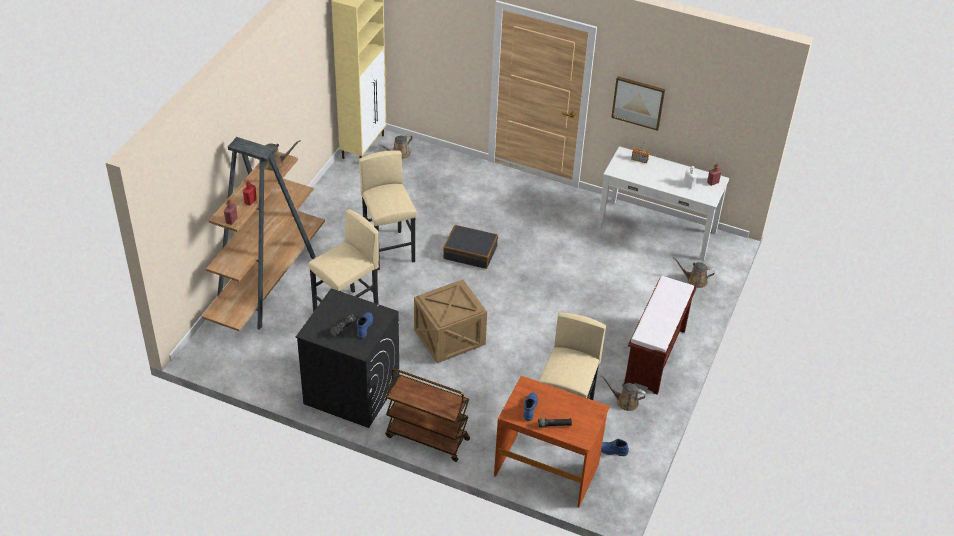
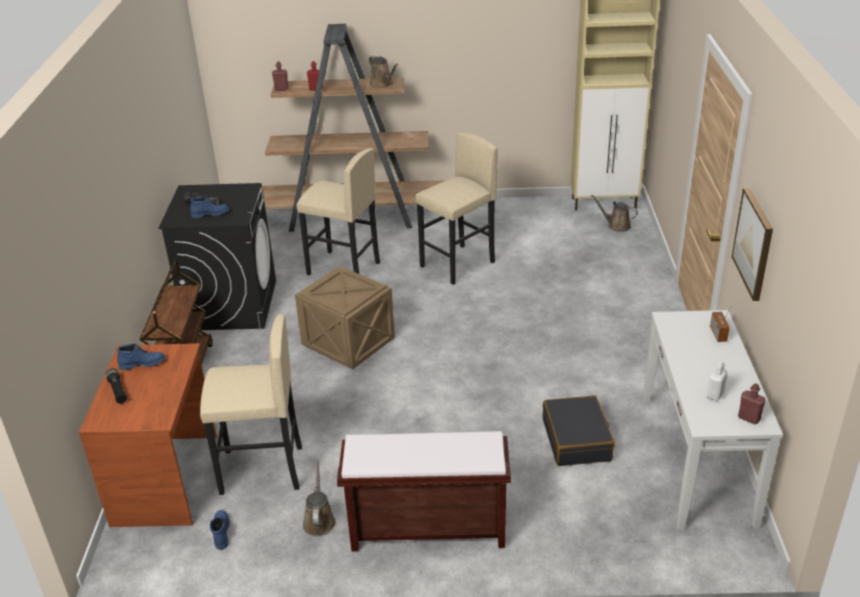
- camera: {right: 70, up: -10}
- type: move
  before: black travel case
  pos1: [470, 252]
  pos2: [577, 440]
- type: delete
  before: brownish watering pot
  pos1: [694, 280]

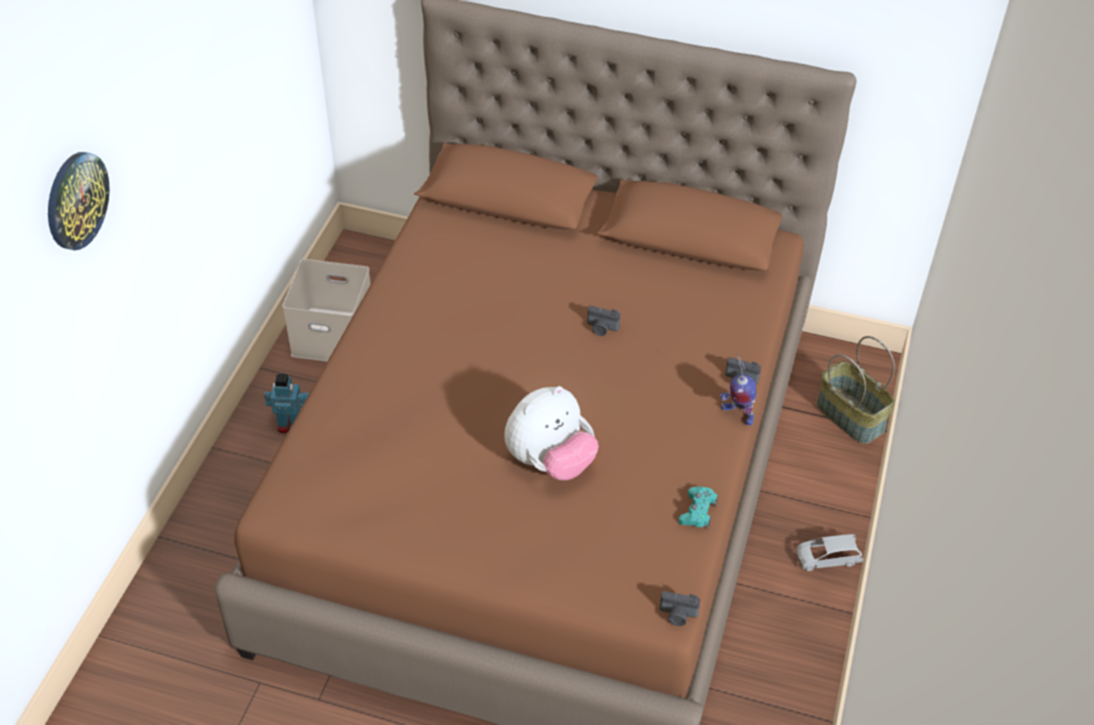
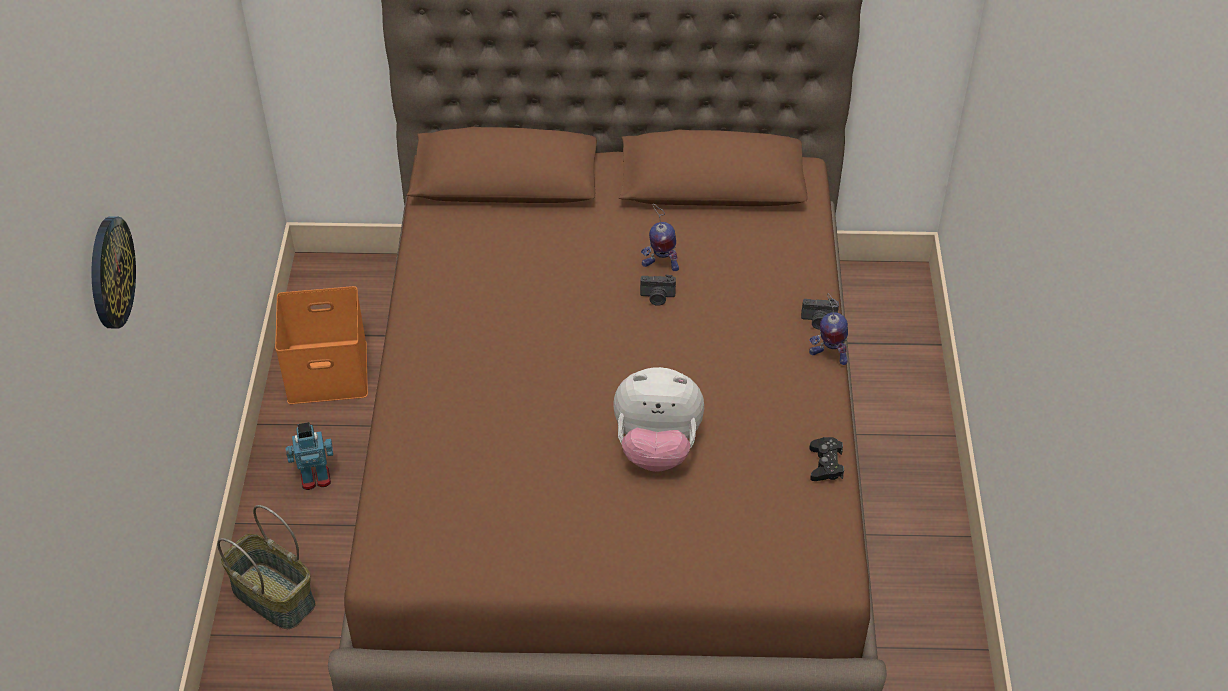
- camera: {right: -15, up: 0}
- type: recolor
  before: white-coloured storage container
  after: orangey storage container
  pos1: [335, 335]
  pos2: [329, 370]
- type: rotate
  before: plush toy
  pos1: [550, 461]
  pos2: [657, 448]
  turn: 60
- type: delete
  before: still camera
  pos1: [677, 615]
- type: recolor
  before: turquoise game controller
  after: black game controller
  pos1: [697, 511]
  pos2: [825, 464]
- type: delete
  before: grey toy car
  pos1: [827, 558]
- type: move
  before: household basket
  pos1: [851, 416]
  pos2: [275, 596]
- type: insert
  after: robot figure
  pos2: [660, 265]

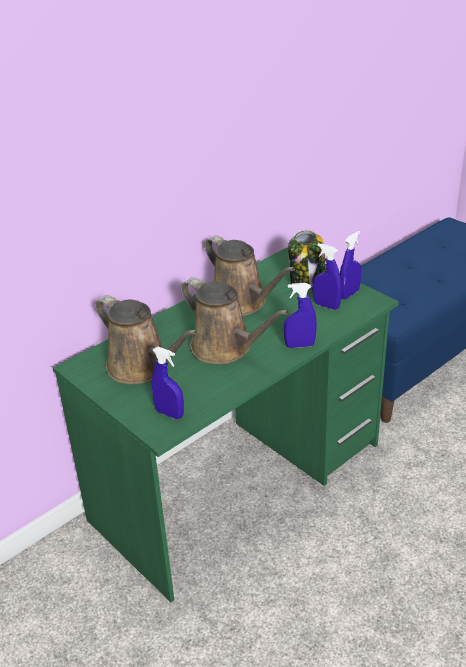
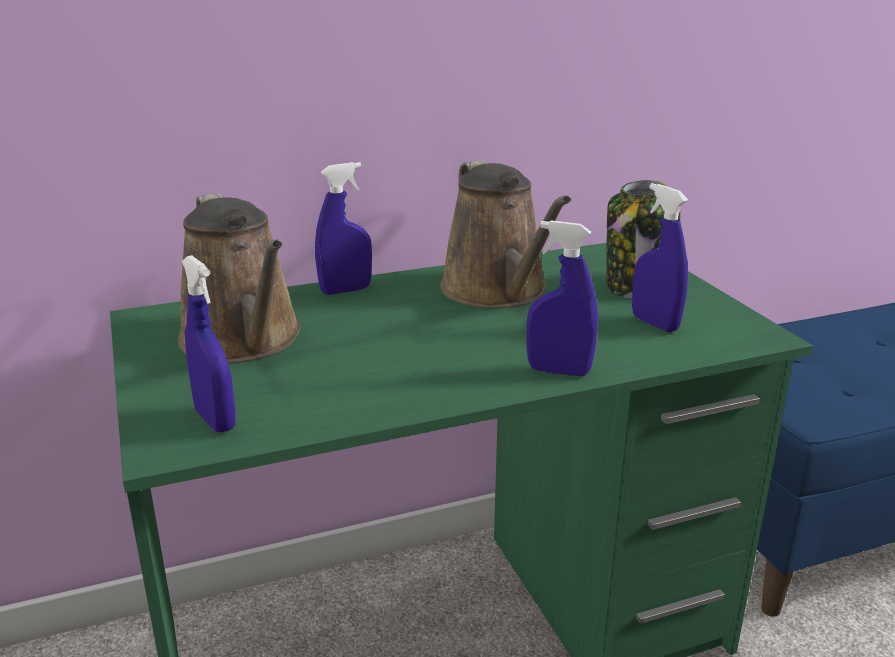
- camera: {right: 20, up: -10}
- type: delete
  before: brownish watering pot
  pos1: [225, 348]
- type: move
  before: bluish spray bottle
  pos1: [349, 294]
  pos2: [345, 290]

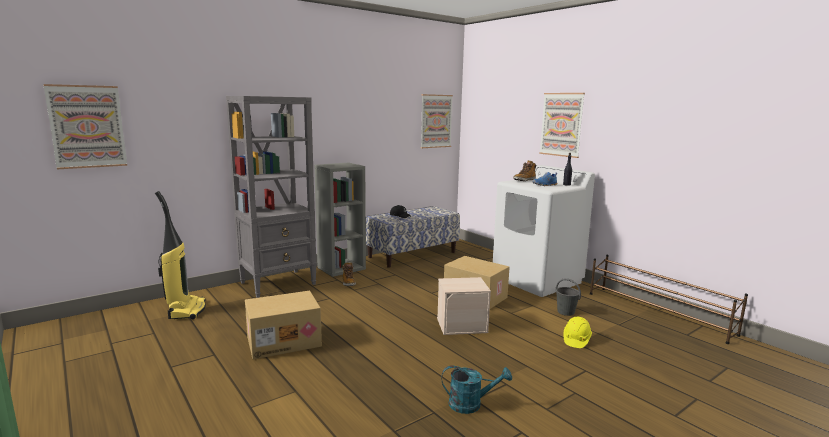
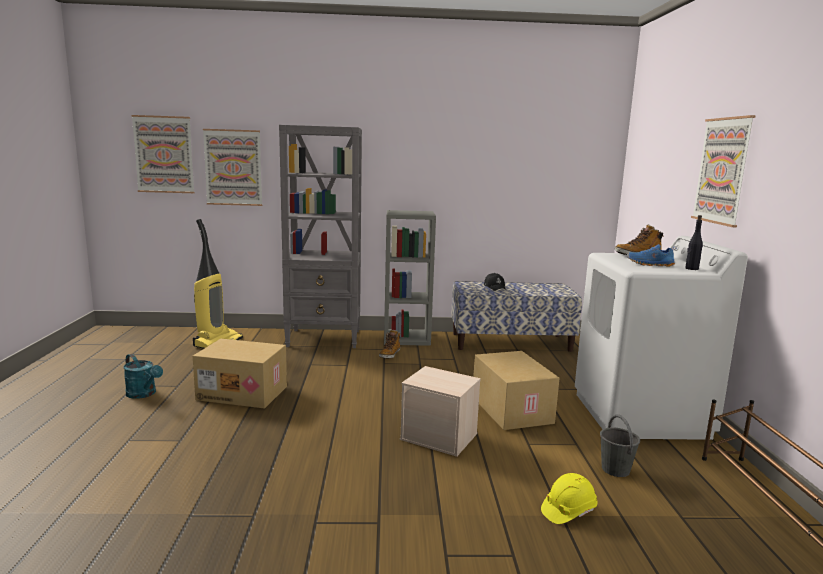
- camera: {right: 35, up: 0}
- type: move
  before: wall picture
  pos1: [436, 121]
  pos2: [233, 167]
- type: move
  before: turquoise watering pot
  pos1: [471, 404]
  pos2: [144, 394]

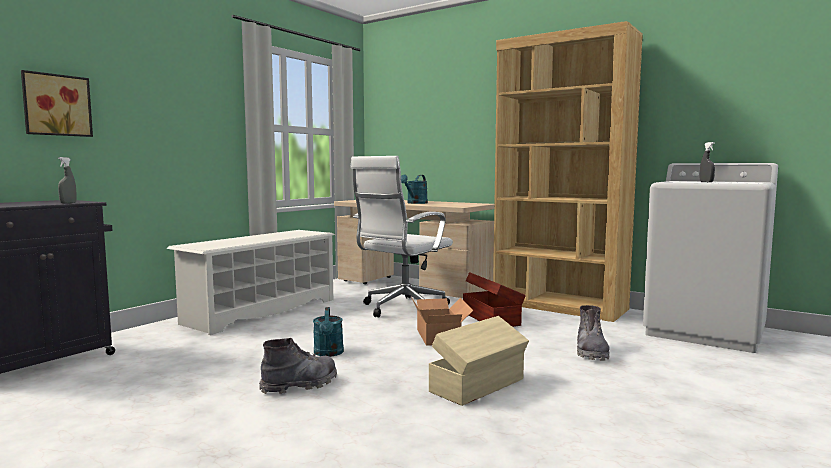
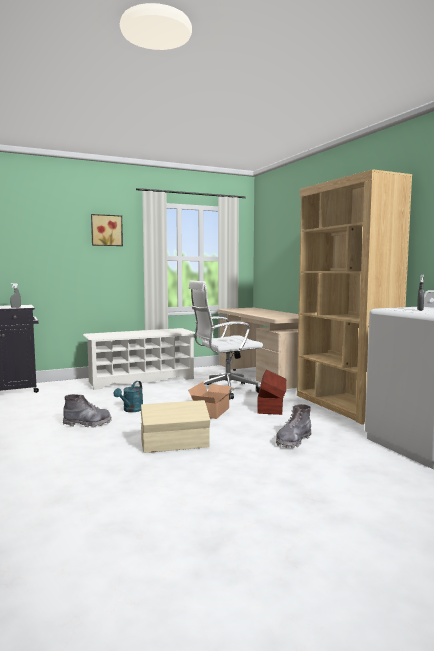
- camera: {right: 30, up: 0}
- type: move
  before: wall picture
  pos1: [56, 105]
  pos2: [106, 230]
- type: delete
  before: turquoise watering pot
  pos1: [415, 203]

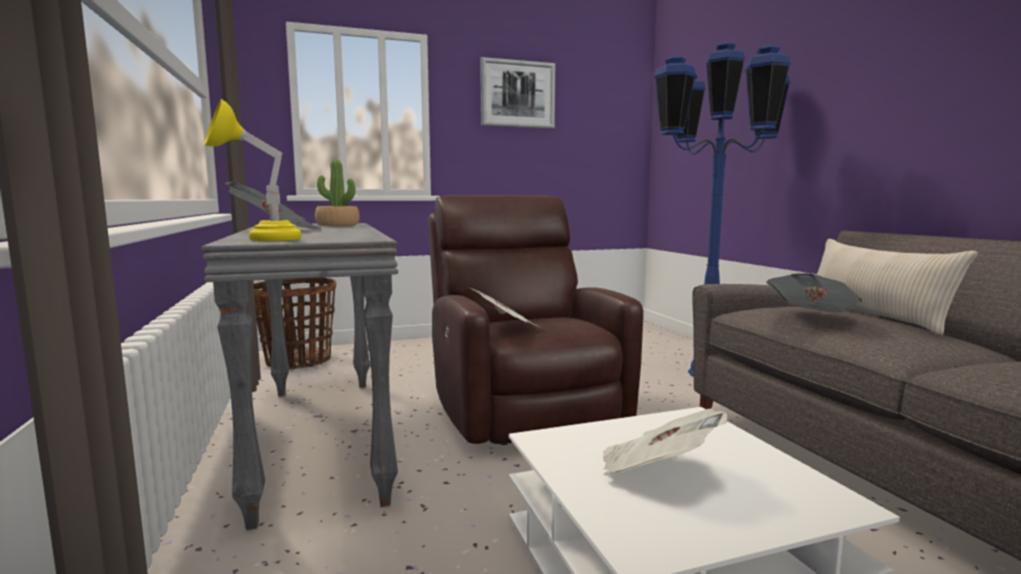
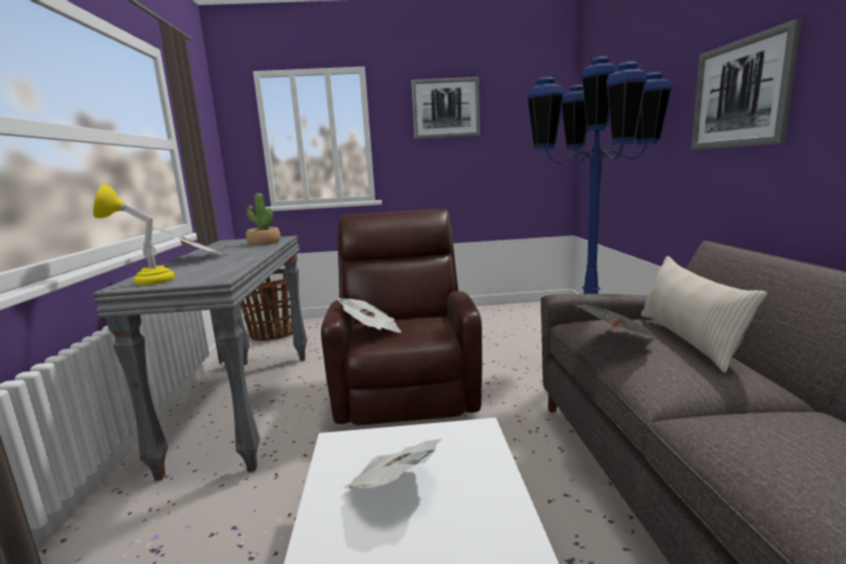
- camera: {right: 15, up: 5}
- type: insert
  after: wall picture
  pos2: [740, 94]

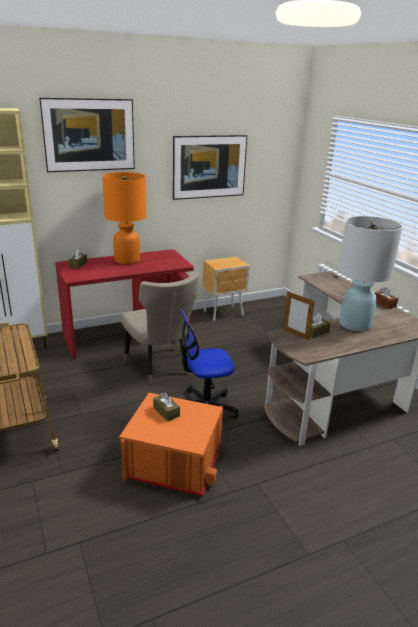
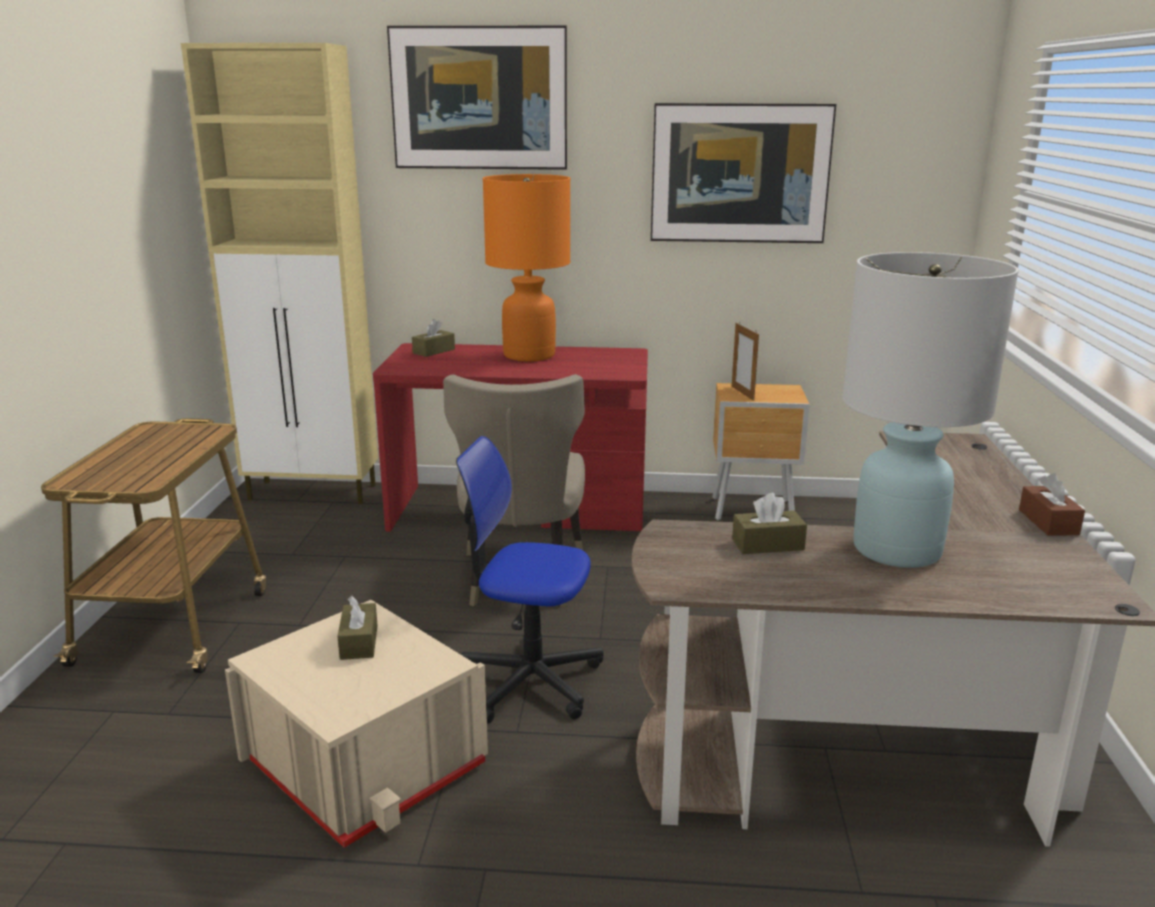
- camera: {right: 30, up: -5}
- type: recolor
  before: orangey storage container
  after: beige-coloured storage container
  pos1: [174, 462]
  pos2: [365, 763]
- type: move
  before: picture frame
  pos1: [295, 334]
  pos2: [742, 393]

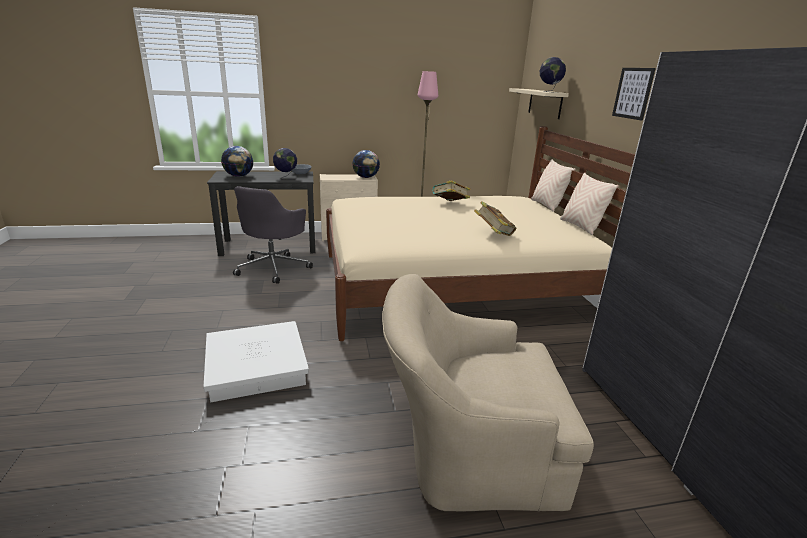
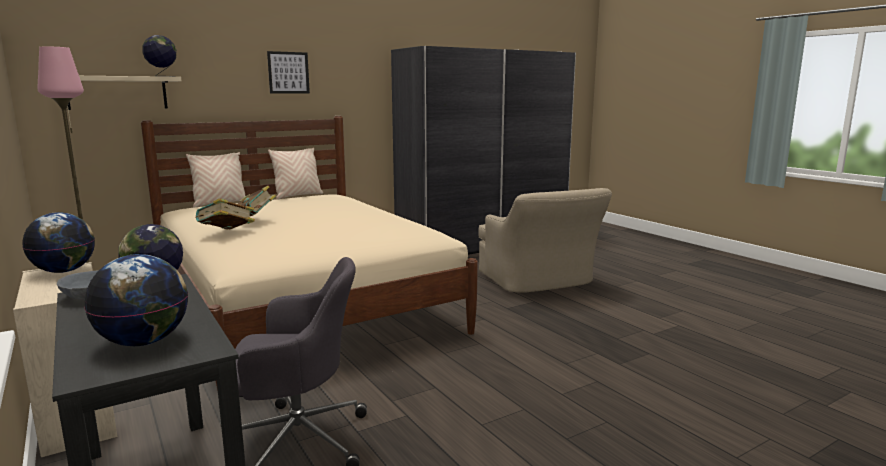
- camera: {right: -110, up: -10}
- type: delete
  before: white-coloured storage container
  pos1: [257, 366]
- type: move
  before: volume
  pos1: [493, 234]
  pos2: [226, 233]

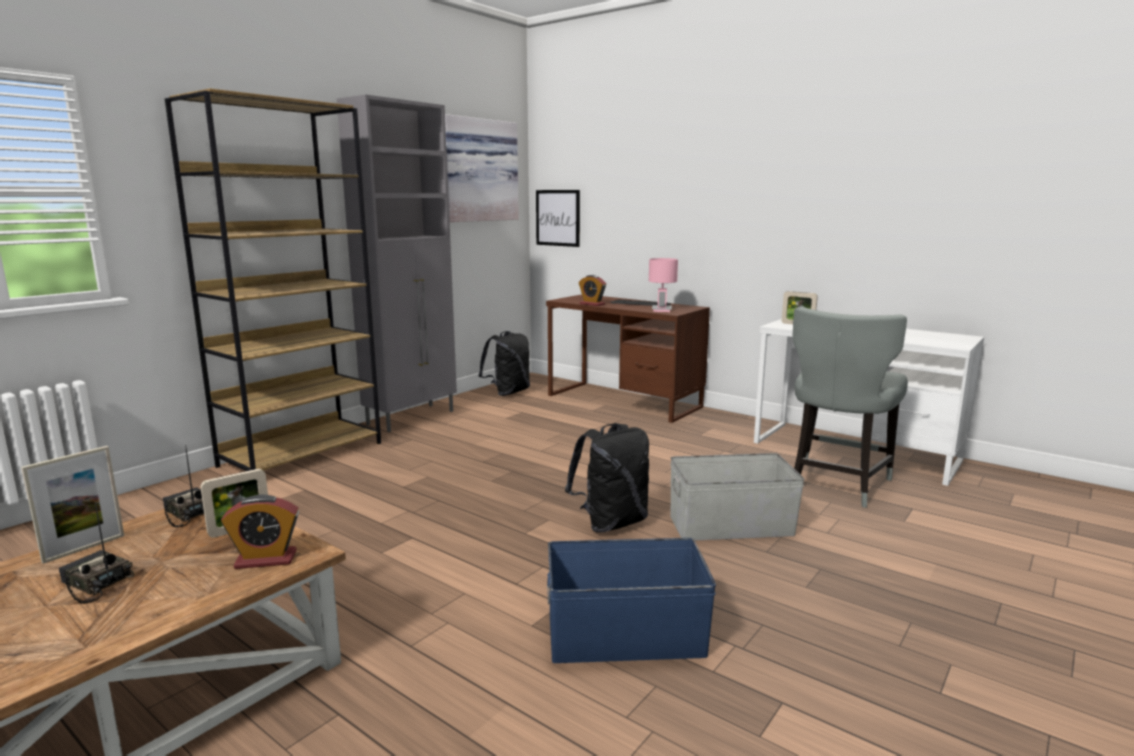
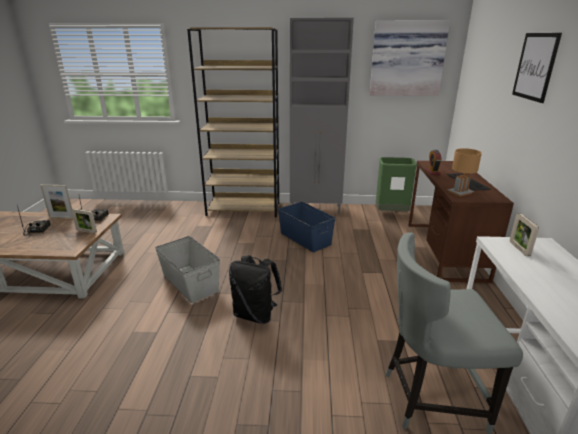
- camera: {right: 55, up: 10}
- type: delete
  before: bedside clock
  pos1: [266, 559]
- type: replace
  before: black backpack
  after: green-coloured rubbish bin
  pos1: [508, 392]
  pos2: [391, 214]
- type: move
  before: wall picture
  pos1: [558, 218]
  pos2: [535, 66]
- type: move
  before: bluish storage container
  pos1: [624, 637]
  pos2: [305, 238]
- type: recolor
  before: pink-coloured tabletop lamp
  after: brownish tabletop lamp
  pos1: [662, 310]
  pos2: [460, 193]
- type: move
  before: grey storage container
  pos1: [732, 526]
  pos2: [190, 283]

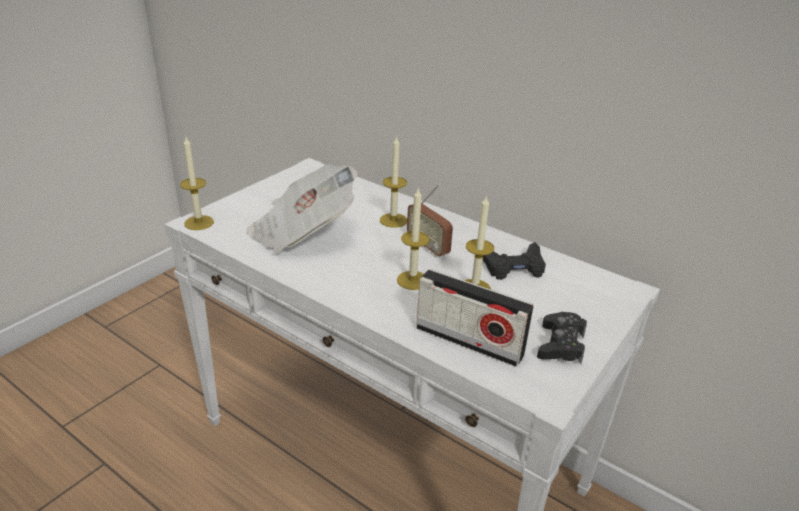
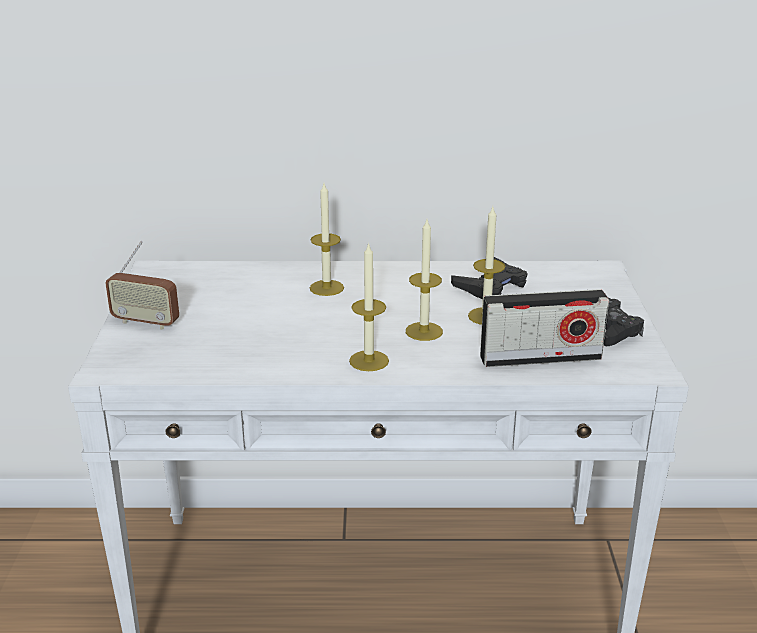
- camera: {right: -35, up: -5}
- type: move
  before: wax light
  pos1: [199, 222]
  pos2: [369, 361]
- type: delete
  before: printed paper
  pos1: [302, 232]
- type: move
  before: radio set
  pos1: [428, 247]
  pos2: [146, 322]

